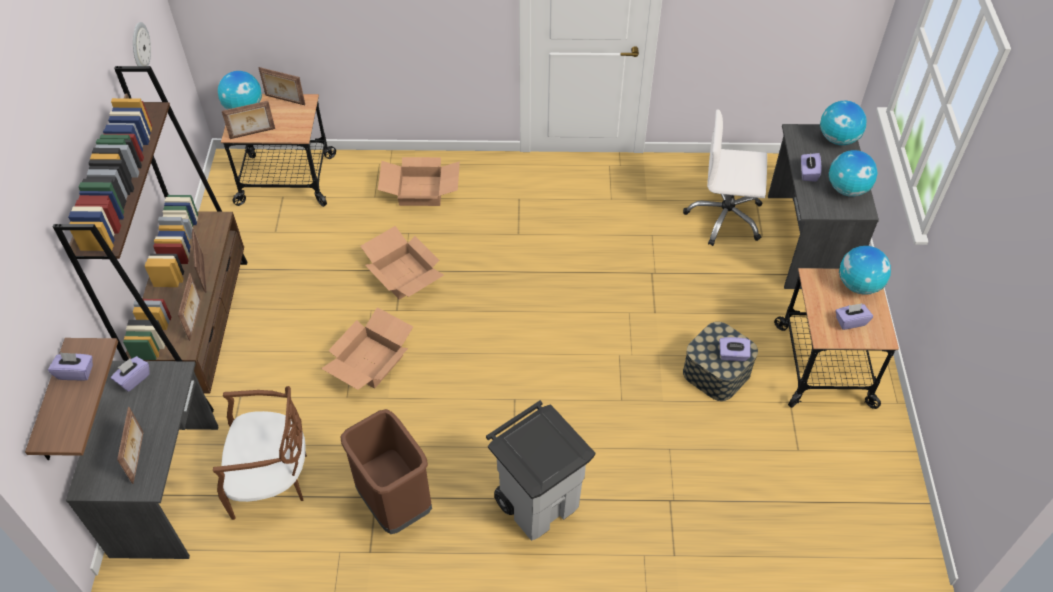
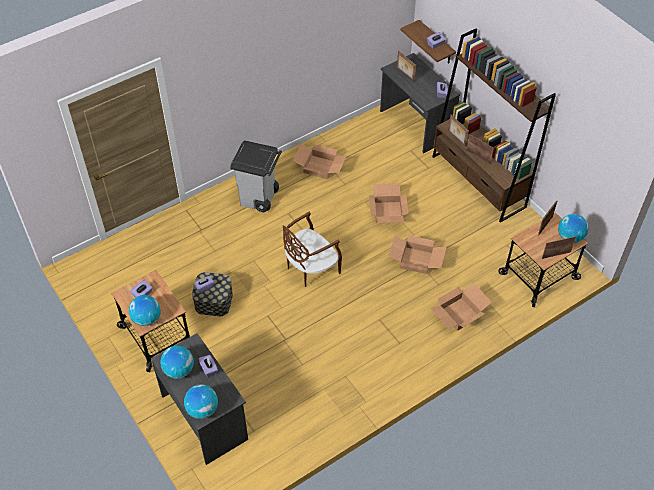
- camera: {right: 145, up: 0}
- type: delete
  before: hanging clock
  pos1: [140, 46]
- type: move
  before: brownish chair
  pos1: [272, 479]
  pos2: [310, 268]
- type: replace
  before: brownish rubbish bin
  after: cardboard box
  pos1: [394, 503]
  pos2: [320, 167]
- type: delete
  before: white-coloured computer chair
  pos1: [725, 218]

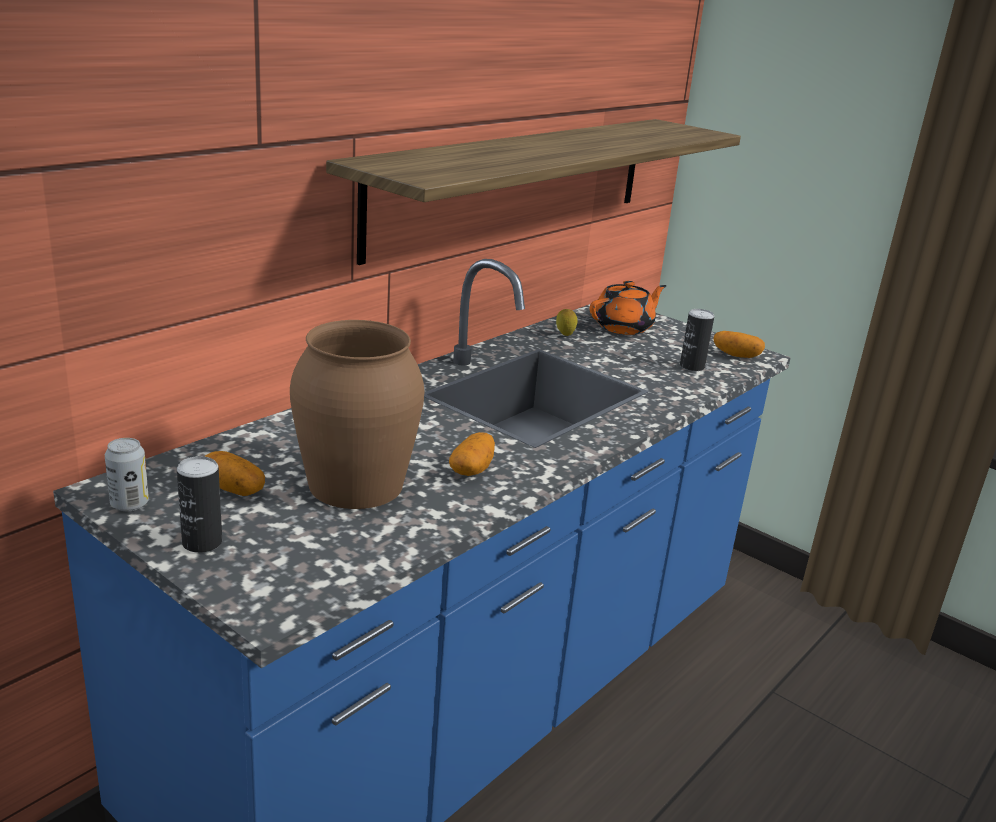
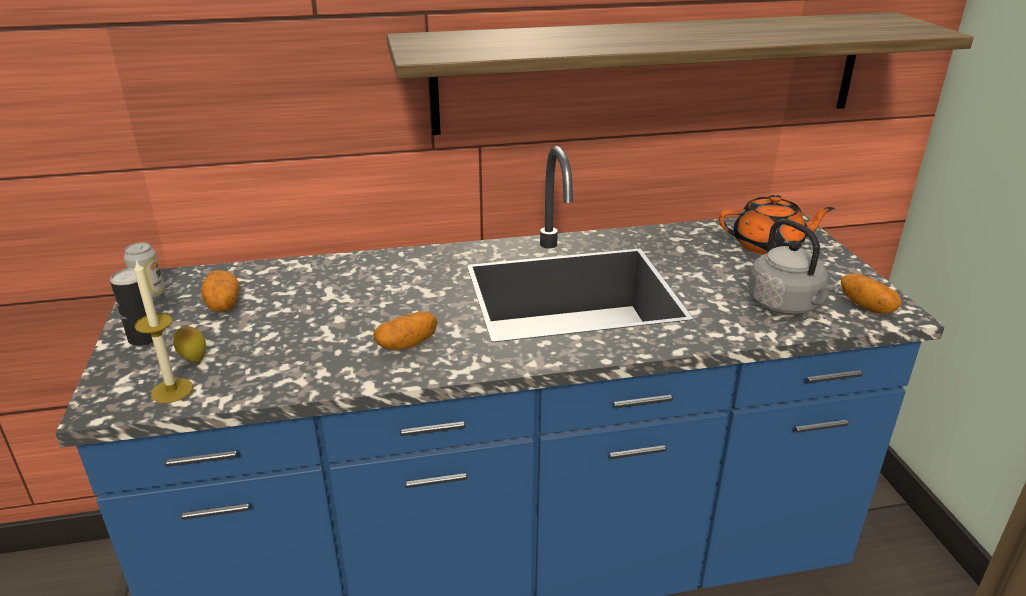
- camera: {right: 40, up: 5}
- type: delete
  before: brownish flower vase
  pos1: [356, 485]
- type: move
  before: citrus fruit
  pos1: [565, 335]
  pos2: [194, 361]
- type: replace
  before: metal can
  after: grey kettle
  pos1: [692, 367]
  pos2: [787, 306]
- type: insert
  after: wax light
  pos2: [172, 390]

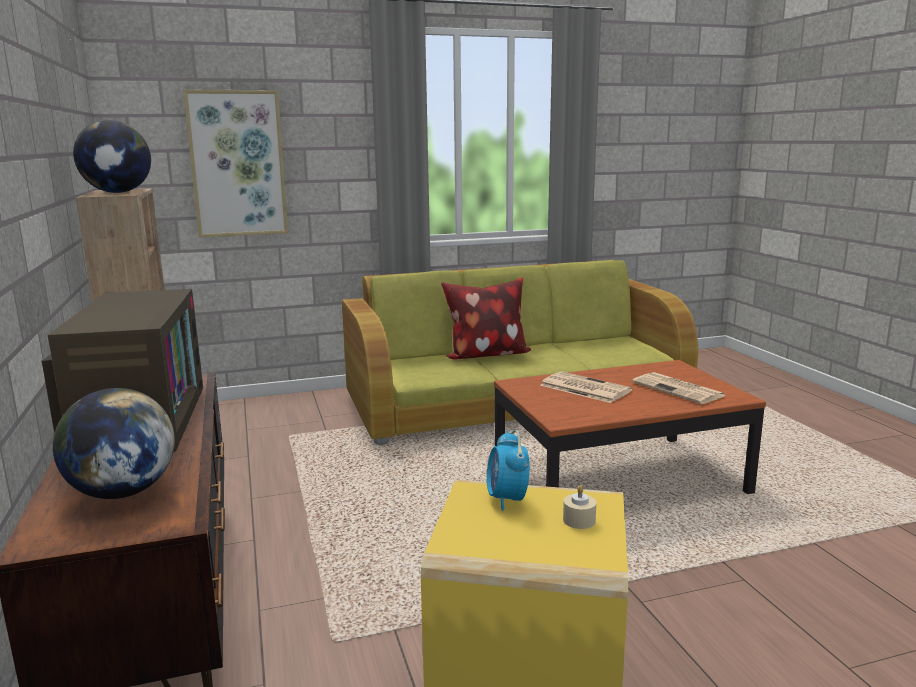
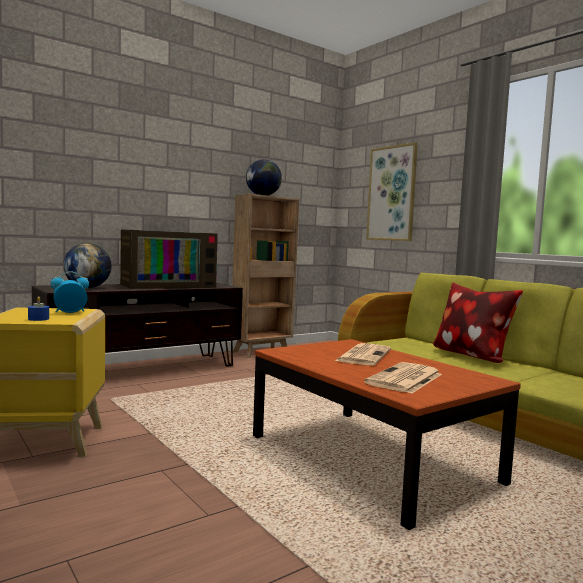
- camera: {right: 70, up: -10}
- type: recolor
  before: beige-coloured wax light
  after: bluish wax light
  pos1: [579, 520]
  pos2: [38, 319]

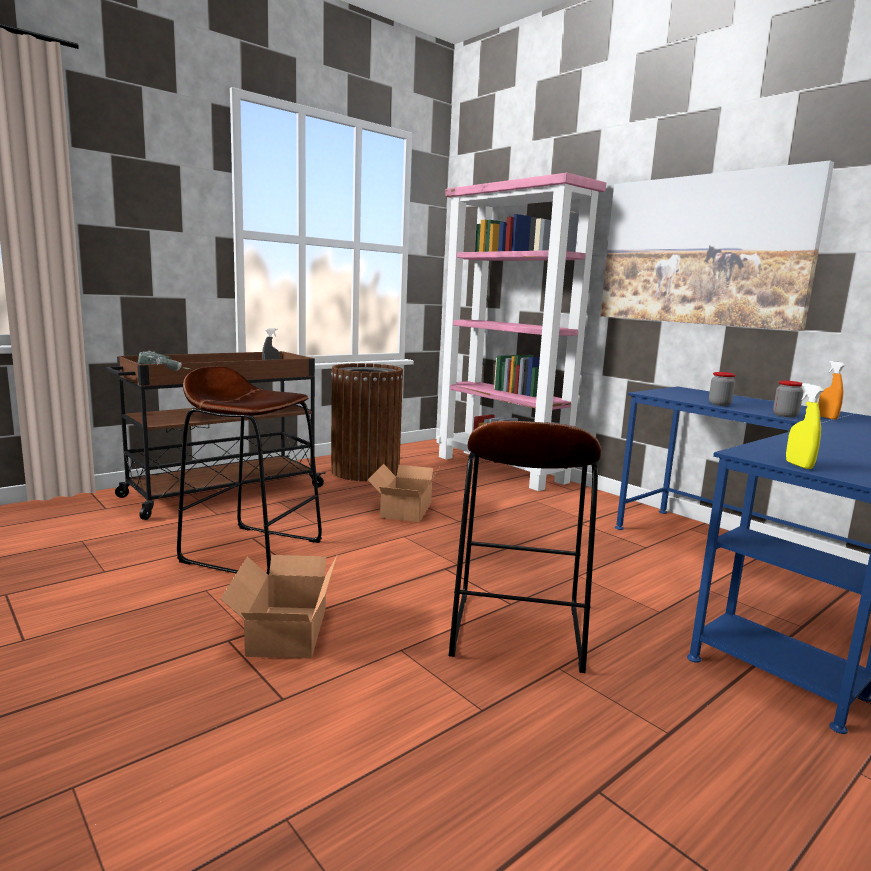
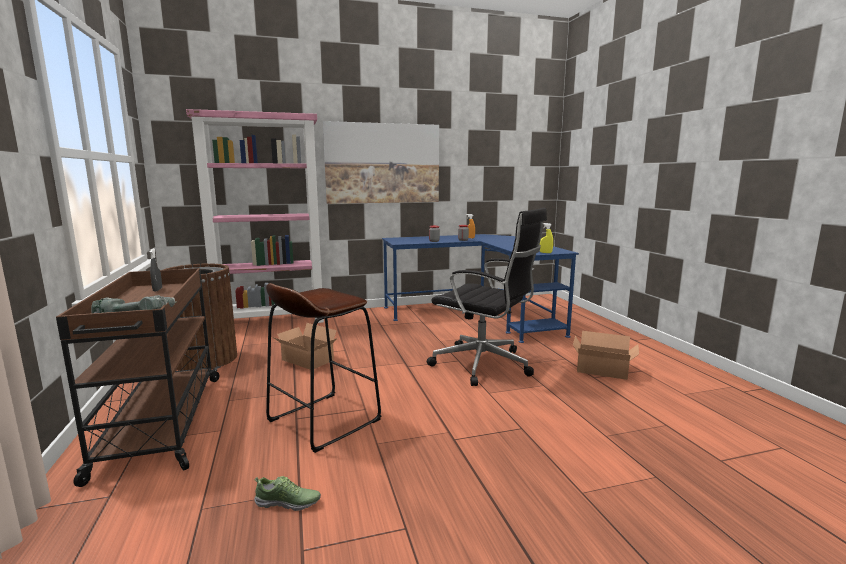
- camera: {right: -65, up: 0}
- type: move
  before: cardboard box
  pos1: [283, 632]
  pos2: [603, 371]
- type: replace
  before: brownish stool seat
  after: black computer chair
  pos1: [516, 631]
  pos2: [484, 365]
- type: insert
  after: low shoe
  pos2: [288, 502]

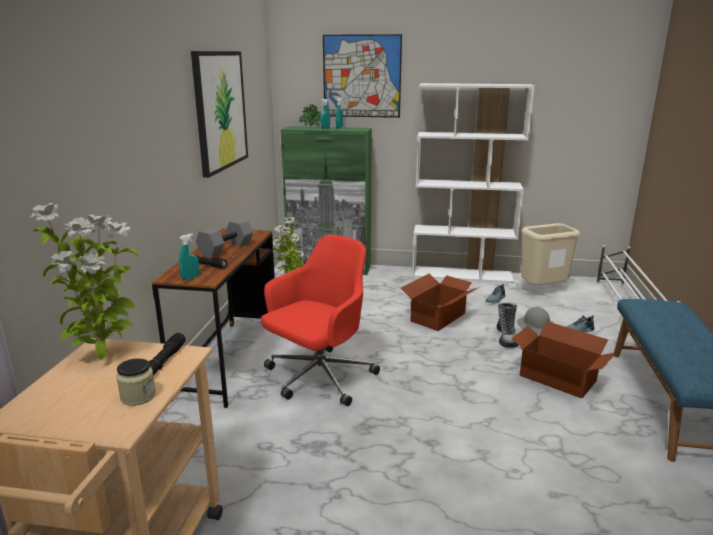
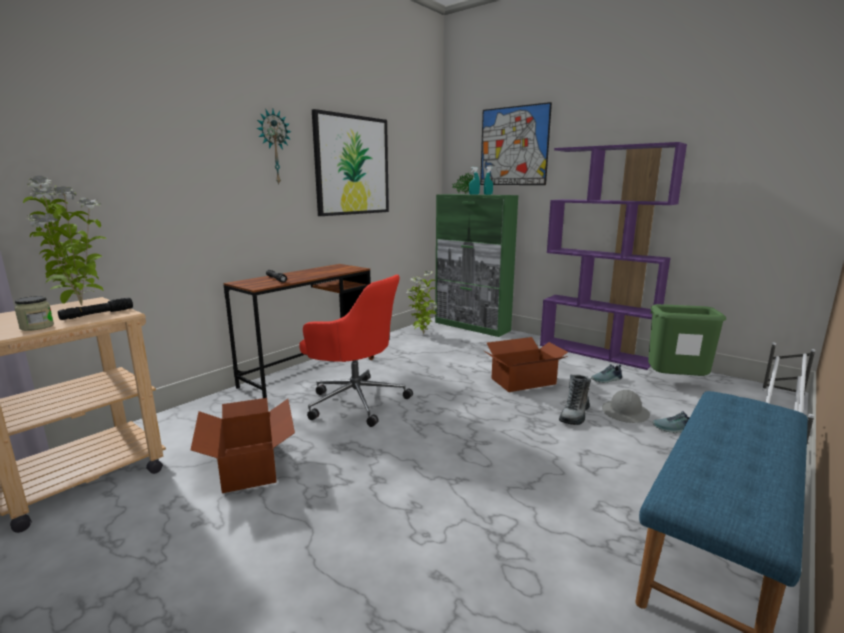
- camera: {right: 30, up: -5}
- type: delete
  before: turquoise spray bottle
  pos1: [190, 278]
- type: delete
  before: grey dumbbell
  pos1: [226, 248]
- type: rotate
  before: reddish computer chair
  pos1: [318, 378]
  pos2: [355, 401]
  turn: 45
- type: recolor
  before: white-coloured shelving unit
  after: purplish shelving unit
  pos1: [462, 274]
  pos2: [595, 352]
- type: move
  before: cardboard box
  pos1: [557, 378]
  pos2: [250, 465]
- type: recolor
  before: beige-coloured rubbish bin
  after: green-coloured rubbish bin
  pos1: [542, 290]
  pos2: [675, 383]
- type: insert
  after: hanging clock
  pos2: [273, 147]

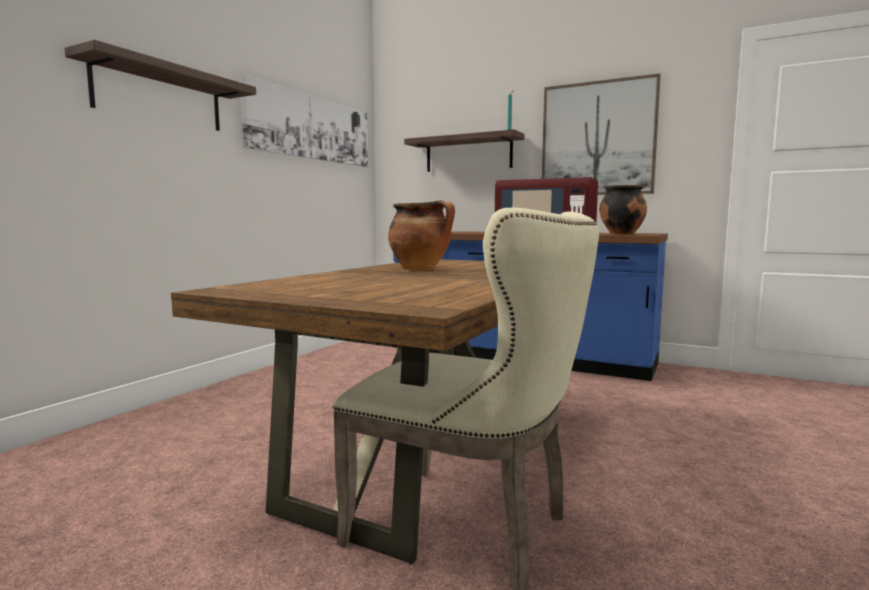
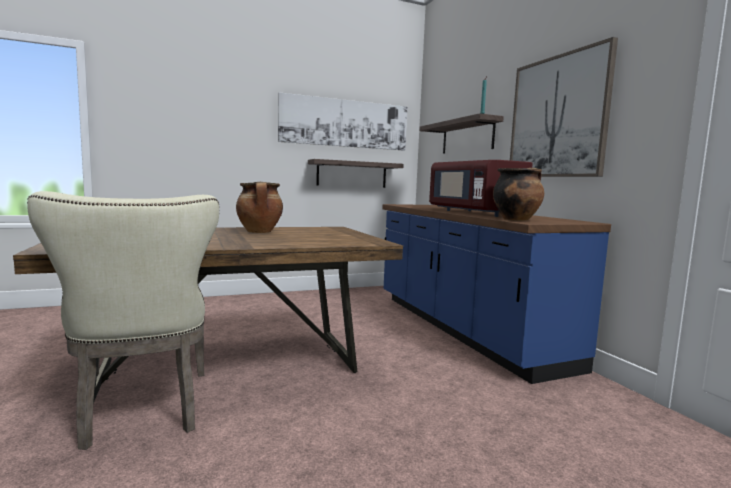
- camera: {right: 40, up: 0}
- type: move
  before: bracket shelf
  pos1: [160, 96]
  pos2: [352, 174]

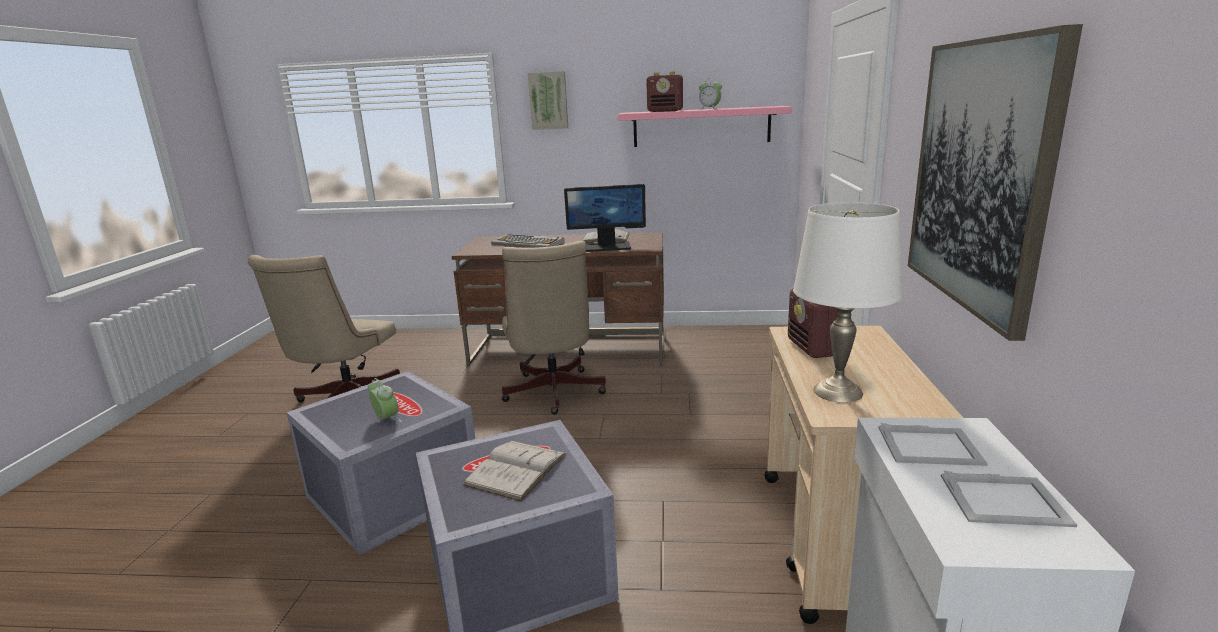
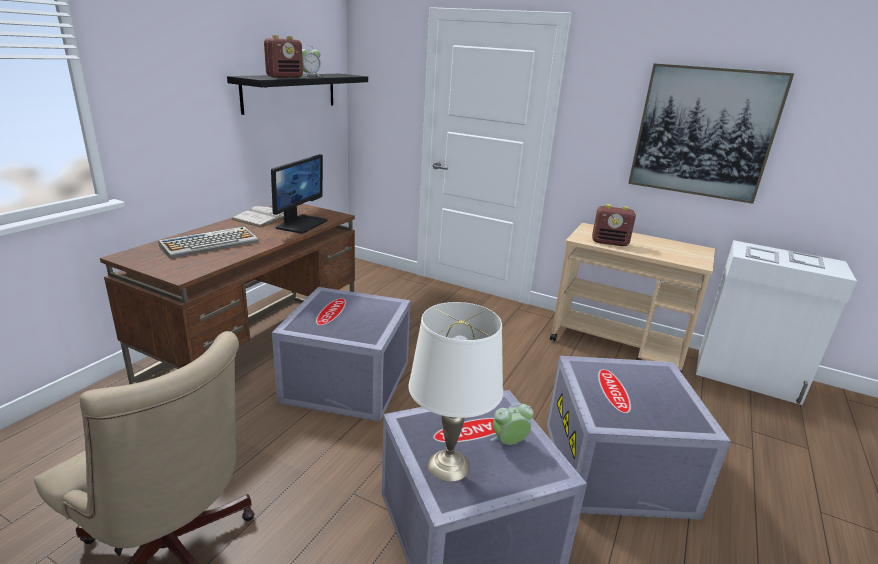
- camera: {right: -70, up: 5}
- type: delete
  before: white-coloured volume
  pos1: [516, 469]
- type: replace
  before: beige-coloured computer chair
  after: grey storage container
  pos1: [553, 394]
  pos2: [348, 382]
- type: delete
  before: wall picture
  pos1: [548, 100]
- type: recolor
  before: pink-coloured bracket shelf
  after: black bracket shelf
  pos1: [701, 127]
  pos2: [290, 92]
- type: move
  before: white-coloured tabletop lamp
  pos1: [837, 391]
  pos2: [448, 465]

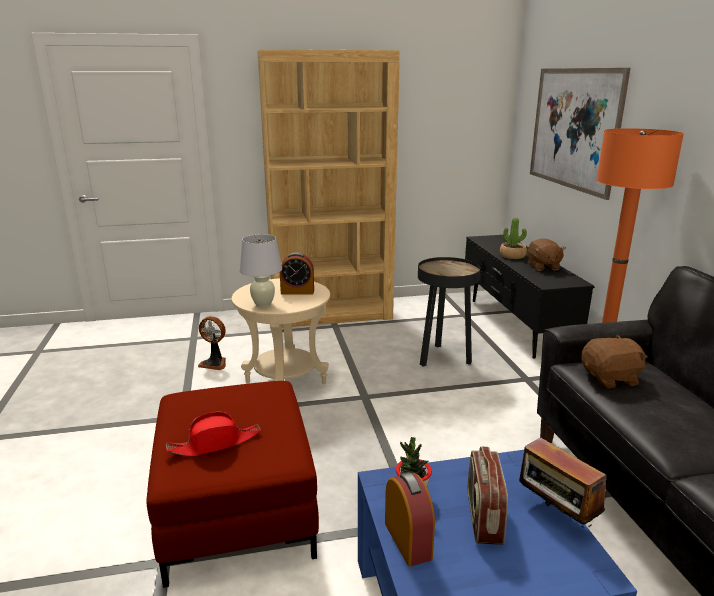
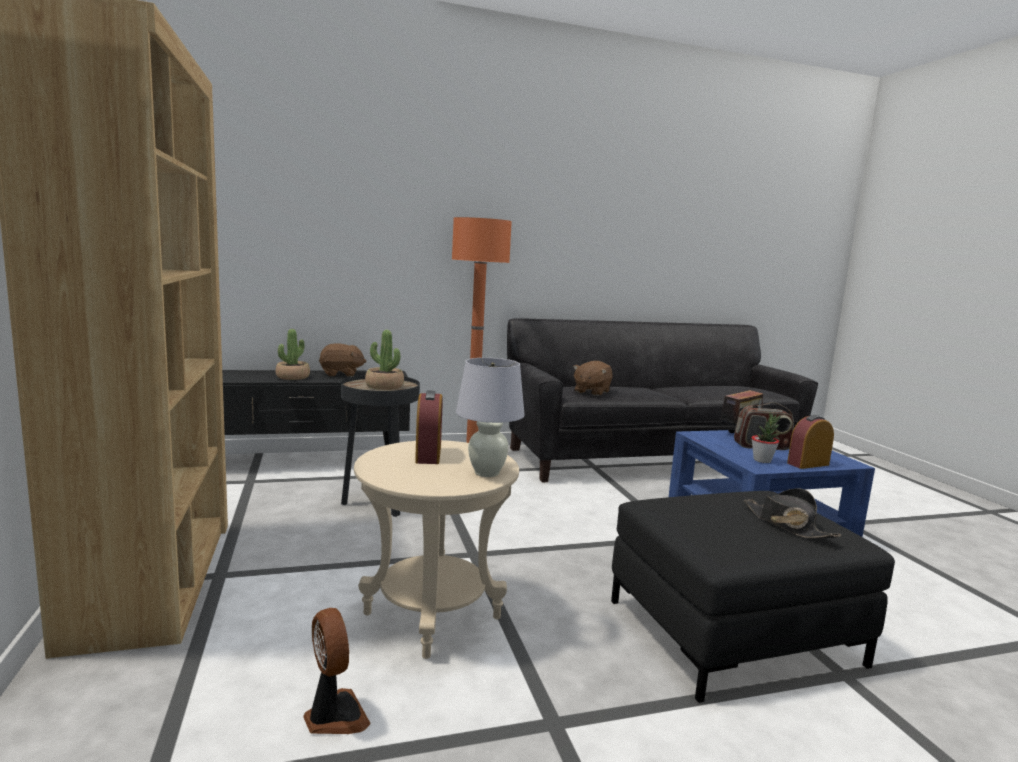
- camera: {right: -95, up: -10}
- type: recolor
  before: reddish ottoman
  after: black ottoman
  pos1: [236, 509]
  pos2: [731, 633]
- type: recolor
  before: reddish clothing hat
  after: black clothing hat
  pos1: [215, 443]
  pos2: [787, 524]
- type: rotate
  before: fan
  pos1: [215, 363]
  pos2: [334, 716]
  turn: -45
- type: delete
  before: wall picture
  pos1: [573, 128]
- type: rotate
  before: brownish plush toy
  pos1: [610, 378]
  pos2: [591, 392]
  turn: -135
- type: insert
  after: plant in a pot
  pos2: [384, 386]

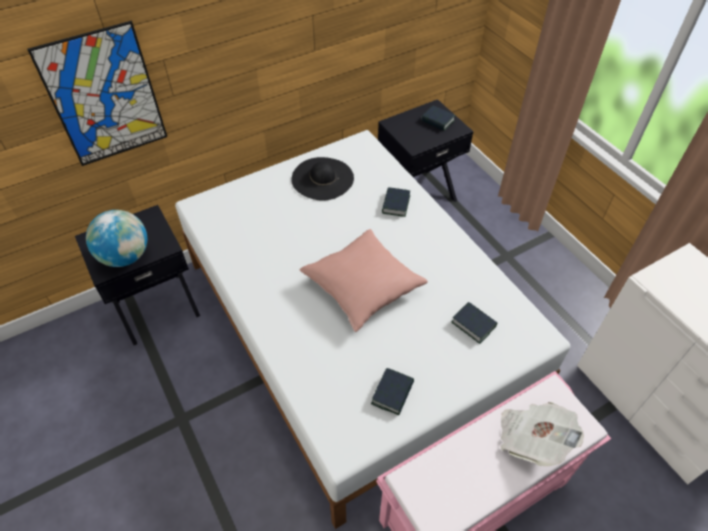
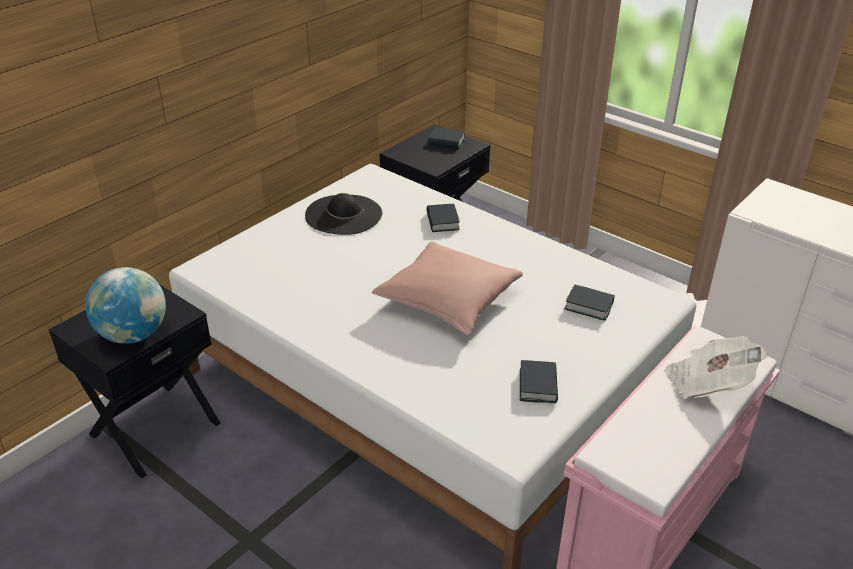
- camera: {right: -20, up: -15}
- type: delete
  before: wall picture
  pos1: [104, 97]

